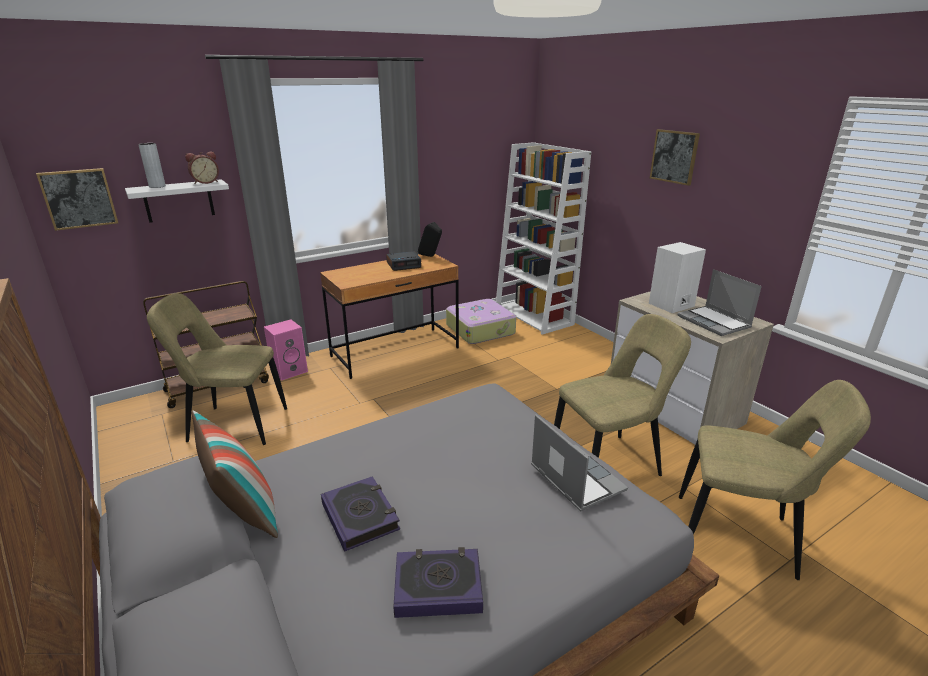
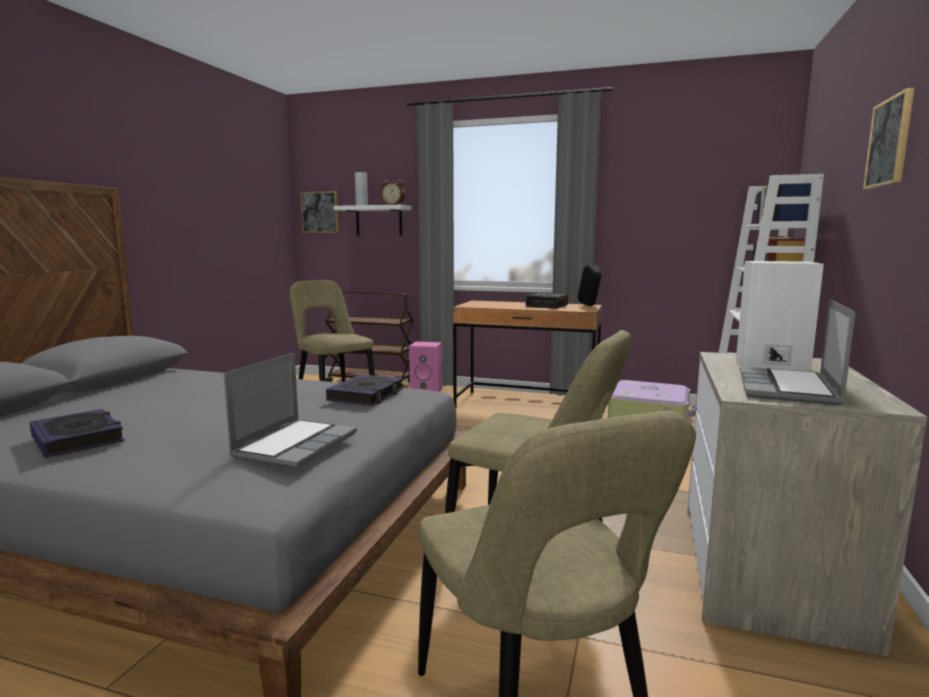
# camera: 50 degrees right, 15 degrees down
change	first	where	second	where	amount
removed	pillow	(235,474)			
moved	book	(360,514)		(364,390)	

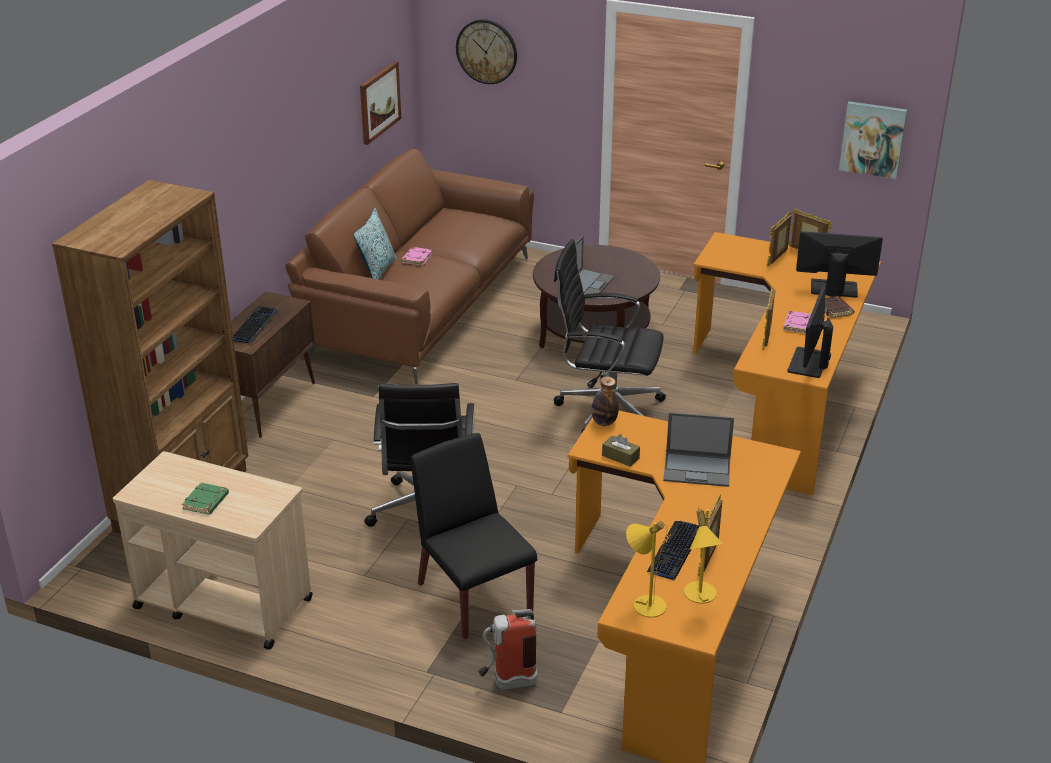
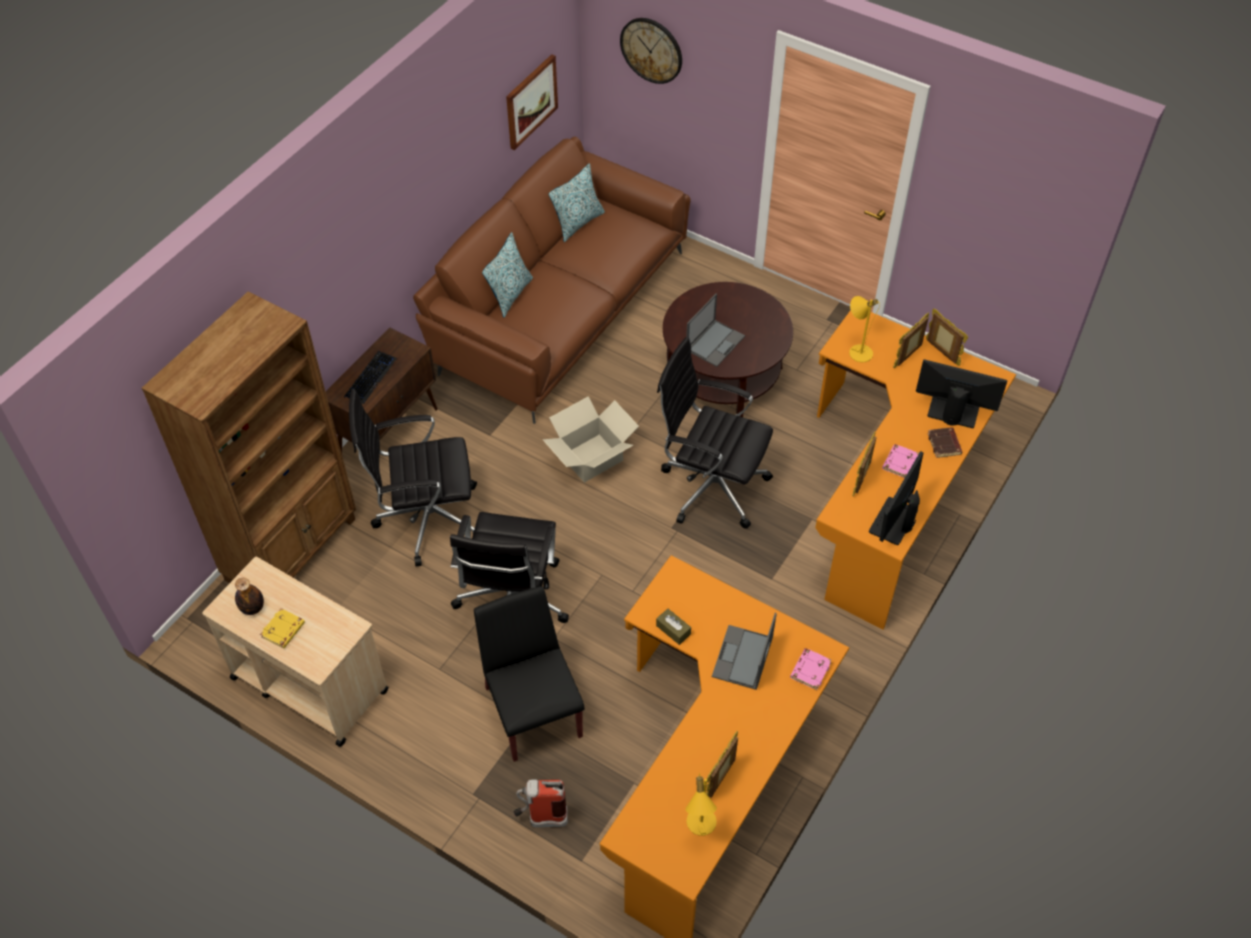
# camera: 10 degrees right, 20 degrees up
change	first	where	second	where	amount
removed	picture	(873,140)			
moved	book/pink	(417,256)		(811,669)	
moved	bottle	(605,401)		(249,596)	
turned	laptop	(698,449)		(744,651)	90 degrees clockwise
recoloured	book/green	(205,498)	book/yellow	(282,628)	
moved	table lamp/yellow	(646,569)		(864,329)	
removed	keyboard	(673,550)			
added			pillow	(577,202)	
added			office chair/black	(413,477)	
added			cardboard box	(591,439)	

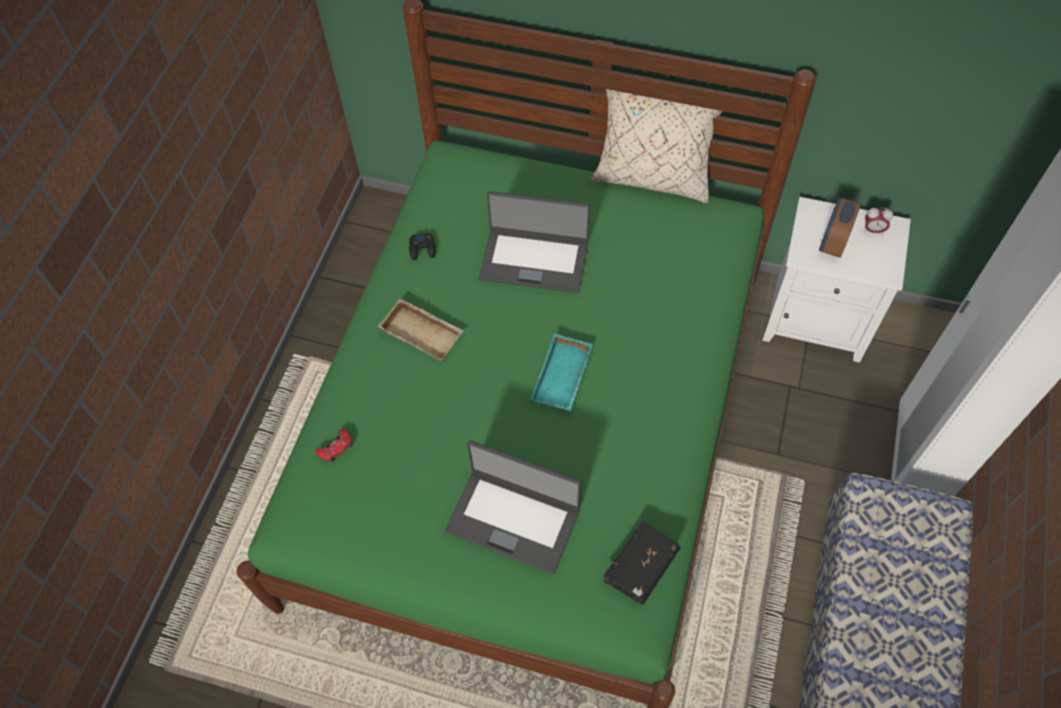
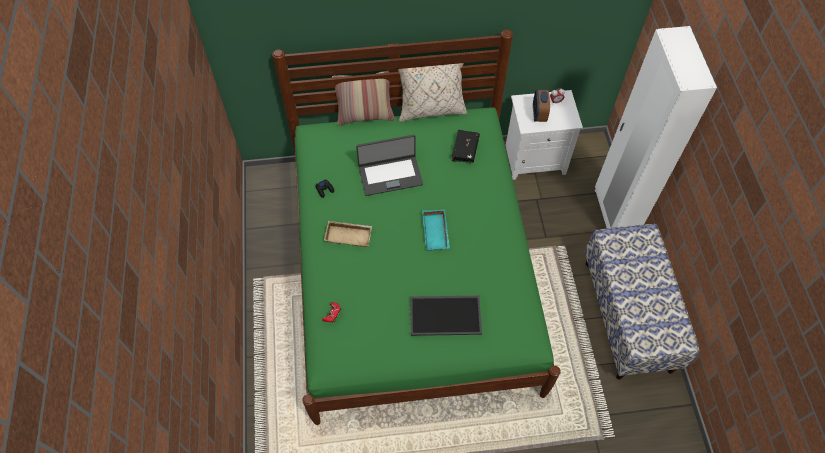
# camera: 25 degrees left, 0 degrees up
change	first	where	second	where	amount
replaced	laptop	(513,507)	tray	(446,316)	
moved	book/black	(642,562)		(466,146)	
added			pillow	(363,98)	

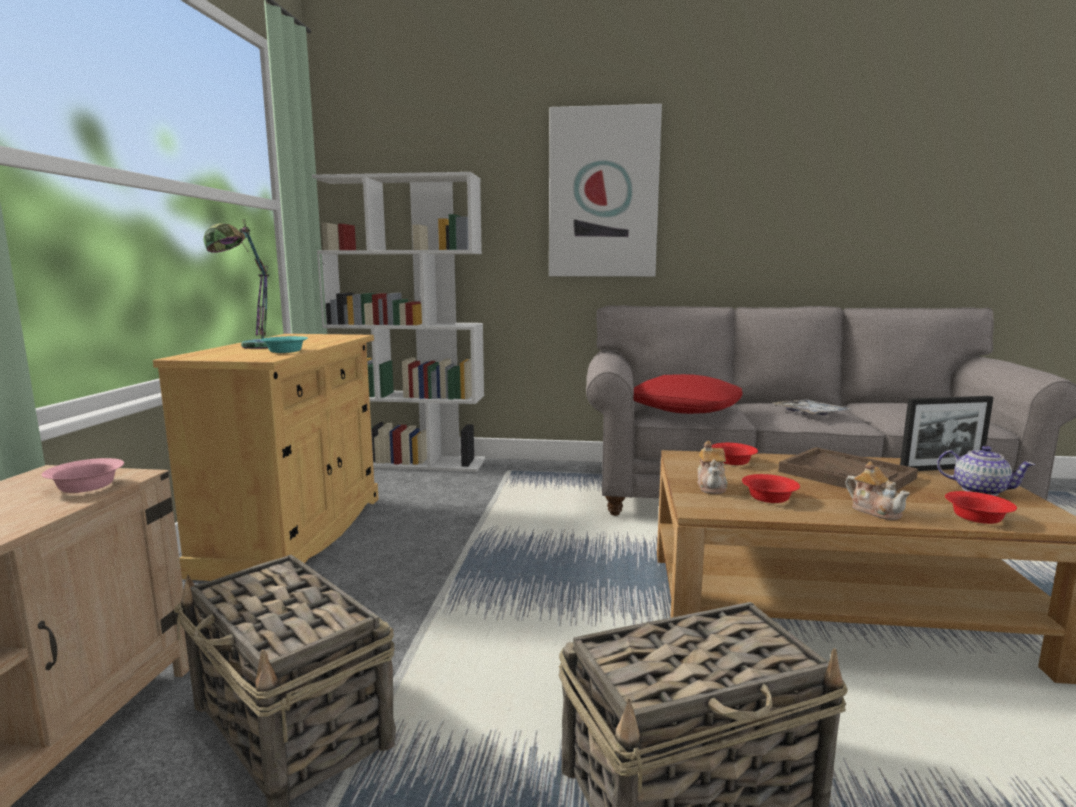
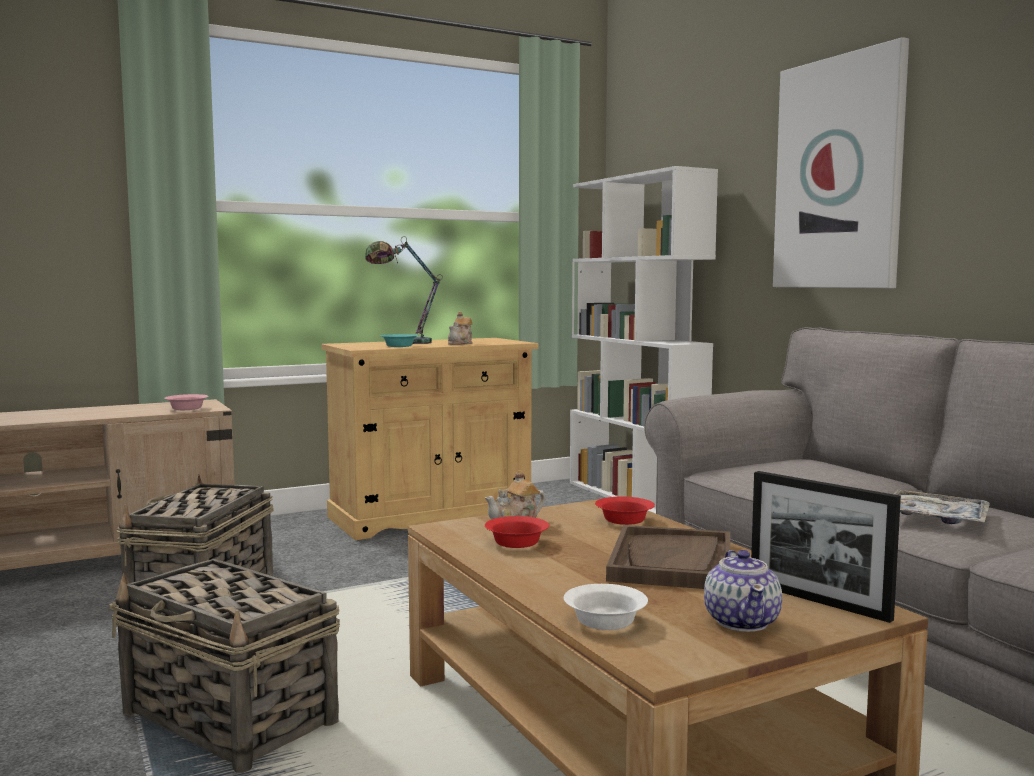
# camera: 55 degrees right, 5 degrees down
change	first	where	second	where	amount
removed	pillow/red	(688,394)			
moved	teapot	(877,490)		(460,328)	
recoloured	bowl/red	(981,507)	bowl/white	(606,607)	

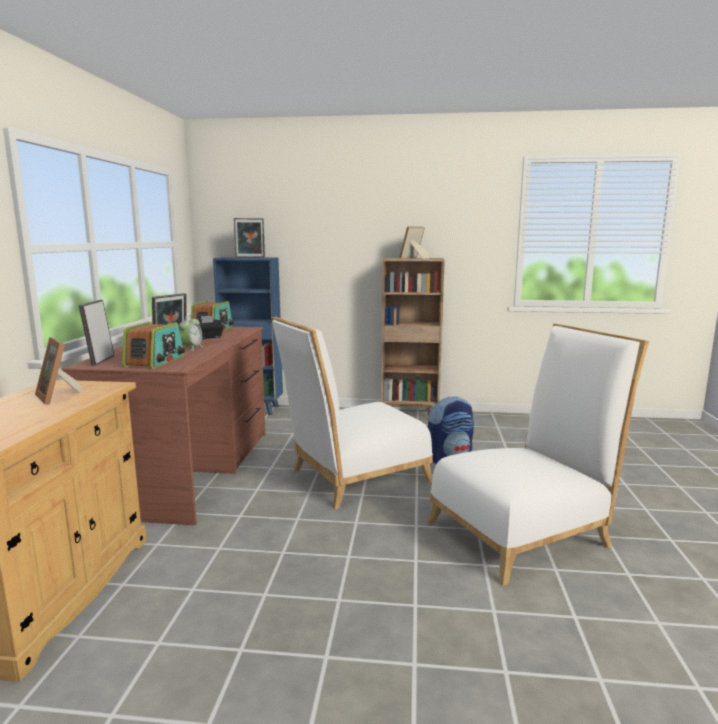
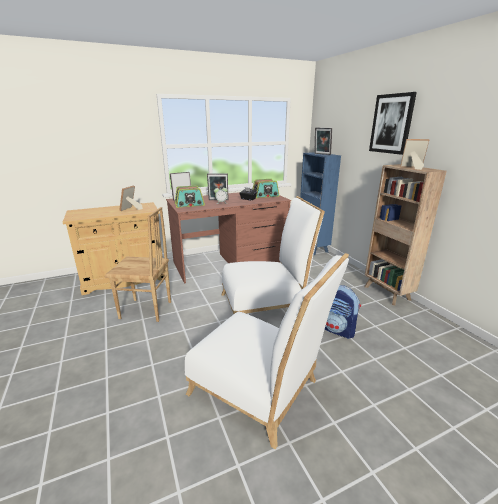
# camera: 60 degrees right, 10 degrees up
change	first	where	second	where	amount
turned	chair/white	(352,412)		(273,255)	135 degrees clockwise
added			picture	(393,123)	
added			chair/brown	(138,264)	

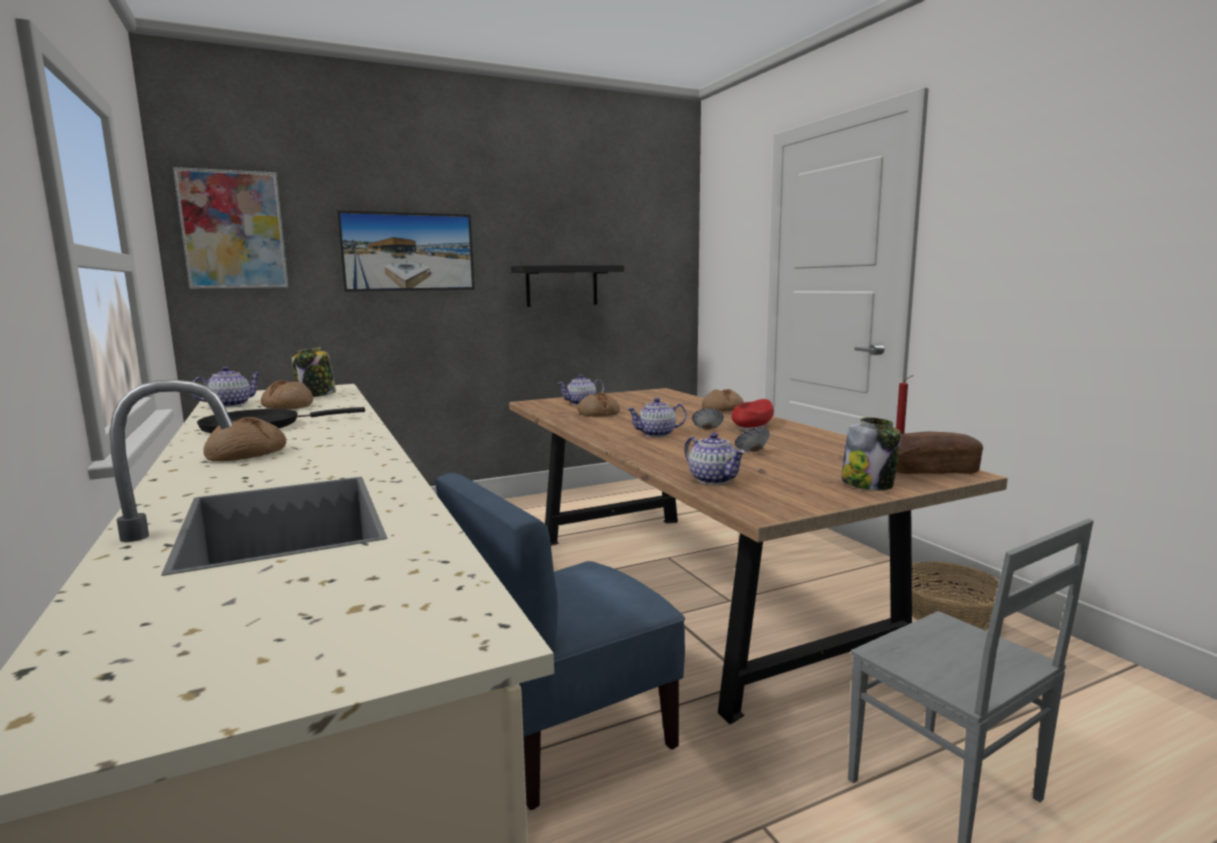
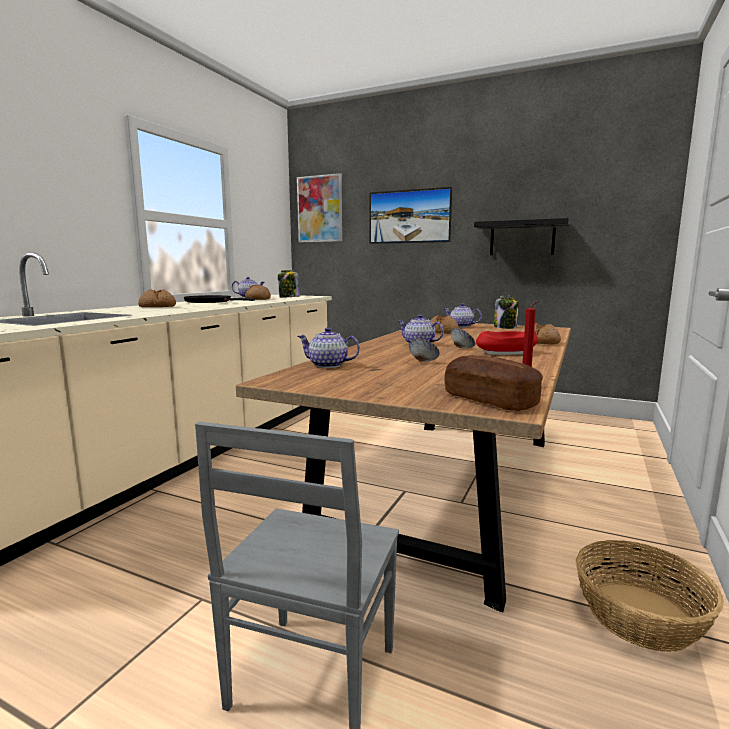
# camera: 50 degrees right, 0 degrees up
change	first	where	second	where	amount
moved	jar	(871,453)		(506,312)	
turned	teapot	(715,459)		(328,347)	90 degrees clockwise
removed	chair/blue	(560,641)			

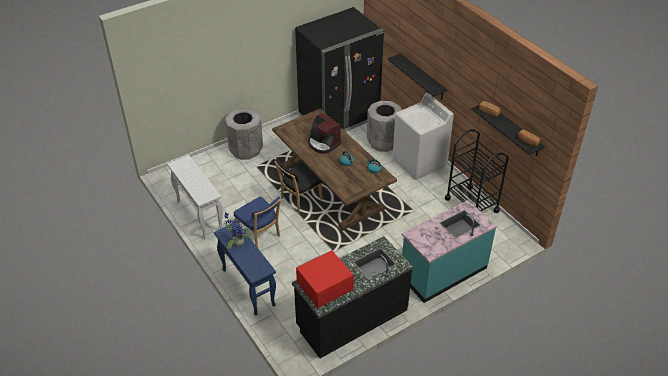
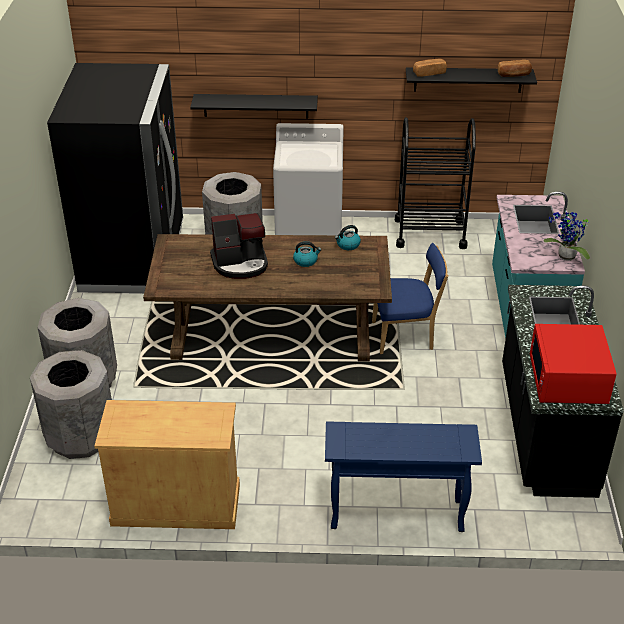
# camera: 55 degrees left, 5 degrees down
change	first	where	second	where	amount
replaced	console table/white	(195,197)	cabinet/beige	(167,464)	
removed	chair/black	(298,186)			
moved	chair/blue	(257,222)		(410,298)	
moved	potted plant	(237,230)		(567,236)	
added			trash can/grey	(71,404)	

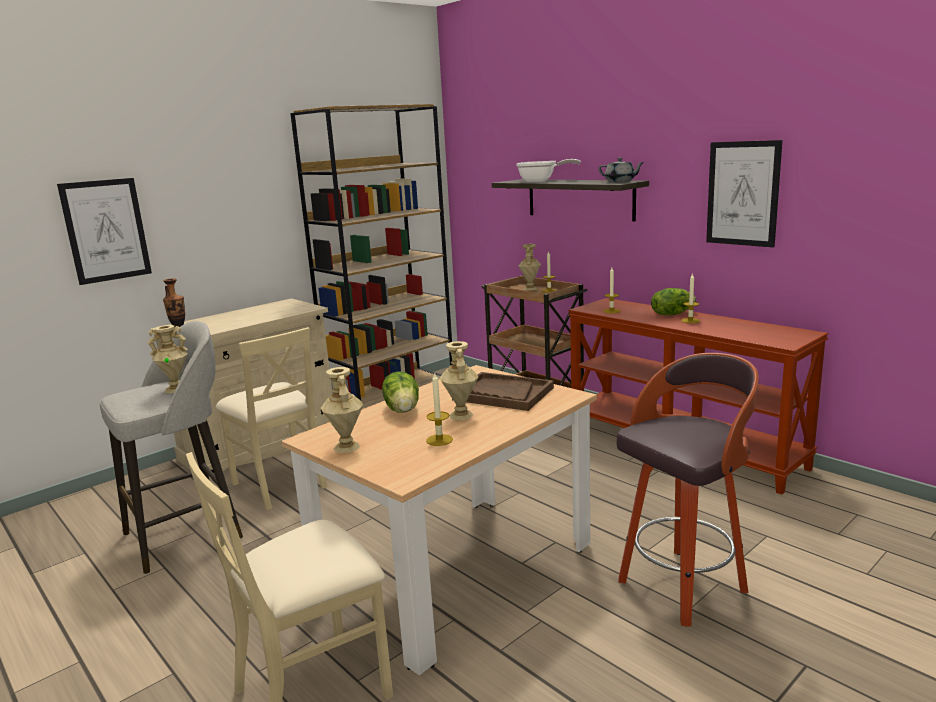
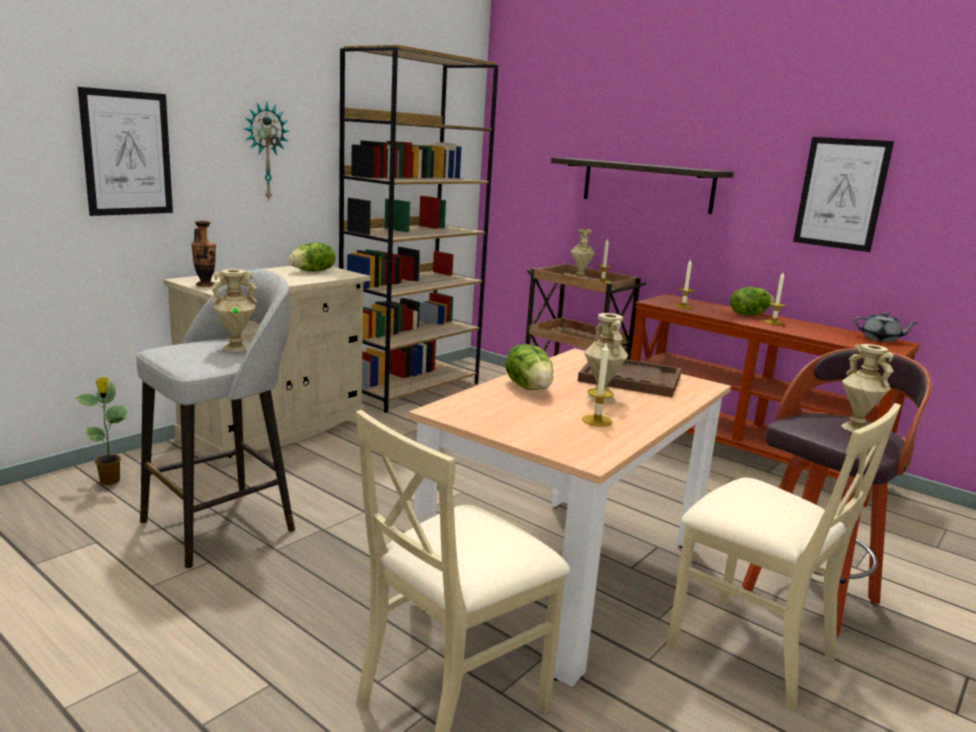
# camera: 10 degrees left, 0 degrees up
change	first	where	second	where	amount
moved	teapot/grey	(621,170)		(886,327)	
removed	frying pan	(548,170)			
moved	chair/beige	(271,418)		(784,556)	
moved	vase/beige	(342,410)		(867,388)	
added			wall clock	(266,151)	
added			lettuce	(312,257)	
added			potted plant	(101,431)	

